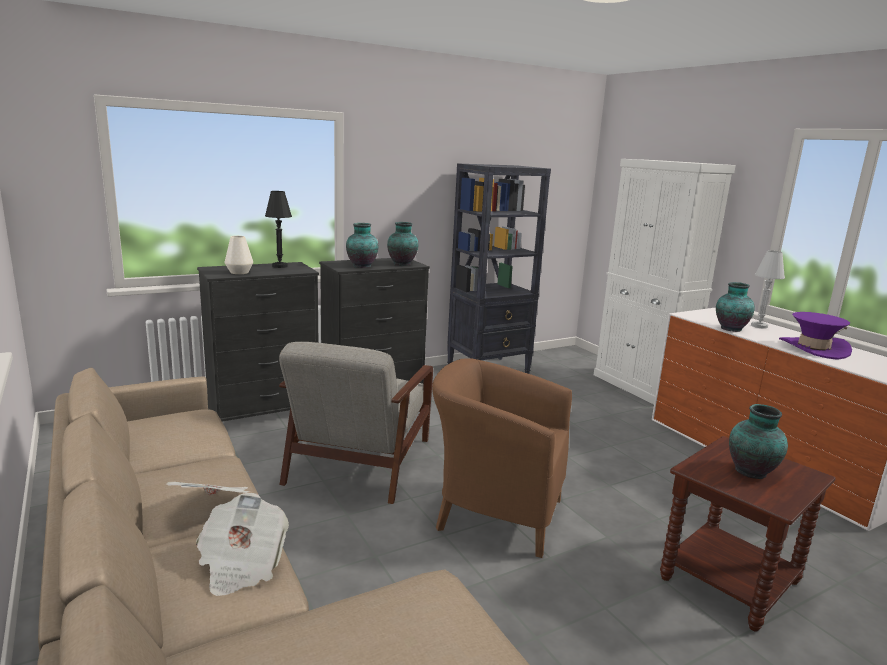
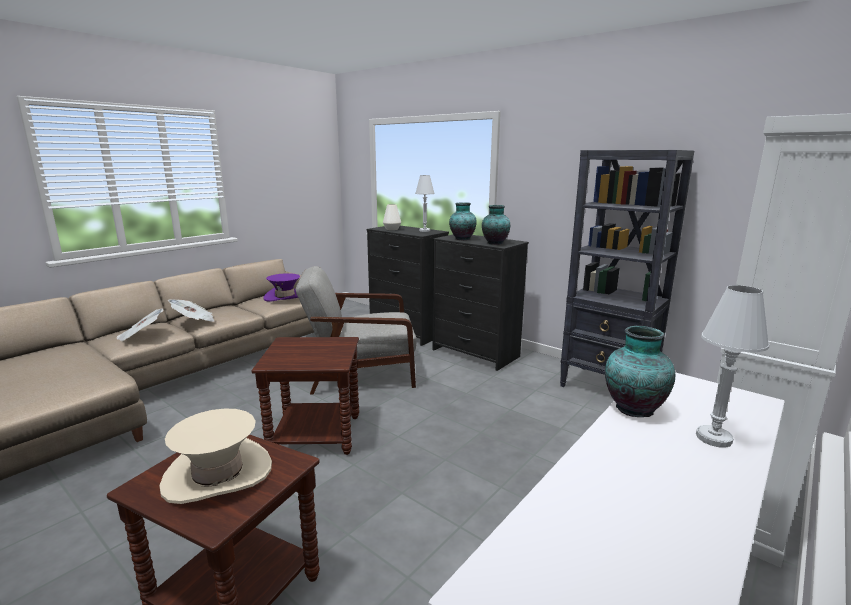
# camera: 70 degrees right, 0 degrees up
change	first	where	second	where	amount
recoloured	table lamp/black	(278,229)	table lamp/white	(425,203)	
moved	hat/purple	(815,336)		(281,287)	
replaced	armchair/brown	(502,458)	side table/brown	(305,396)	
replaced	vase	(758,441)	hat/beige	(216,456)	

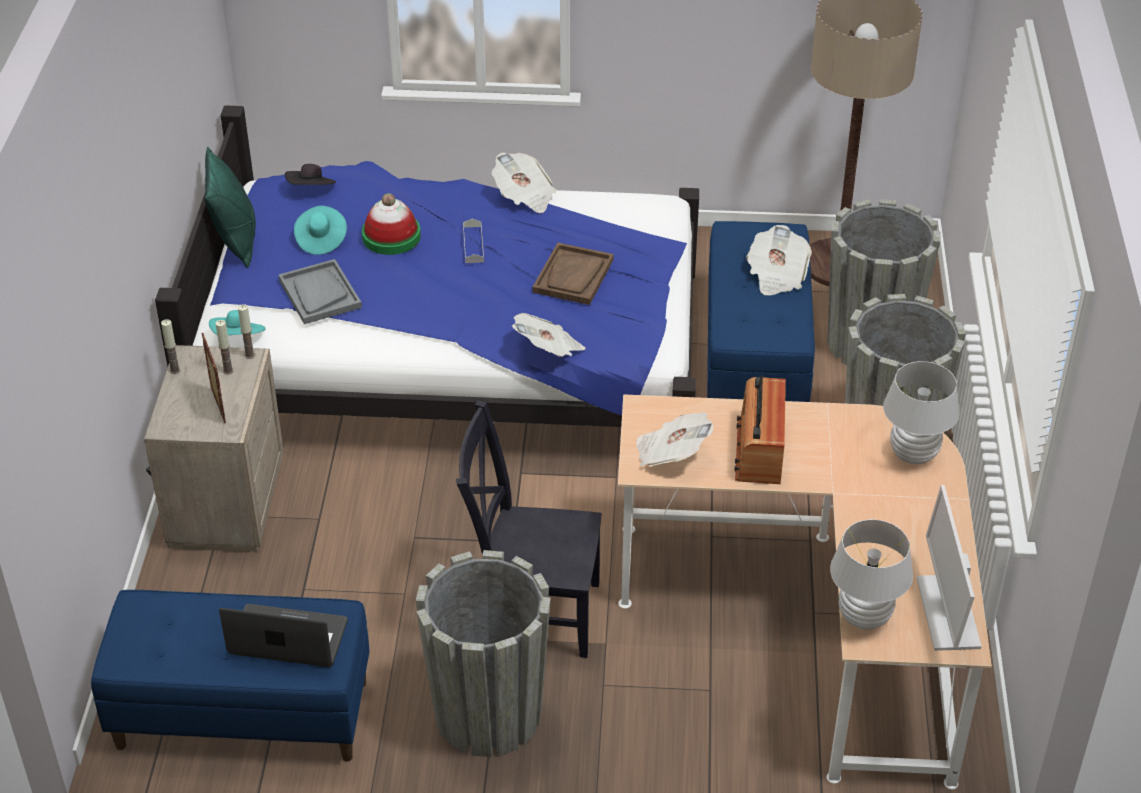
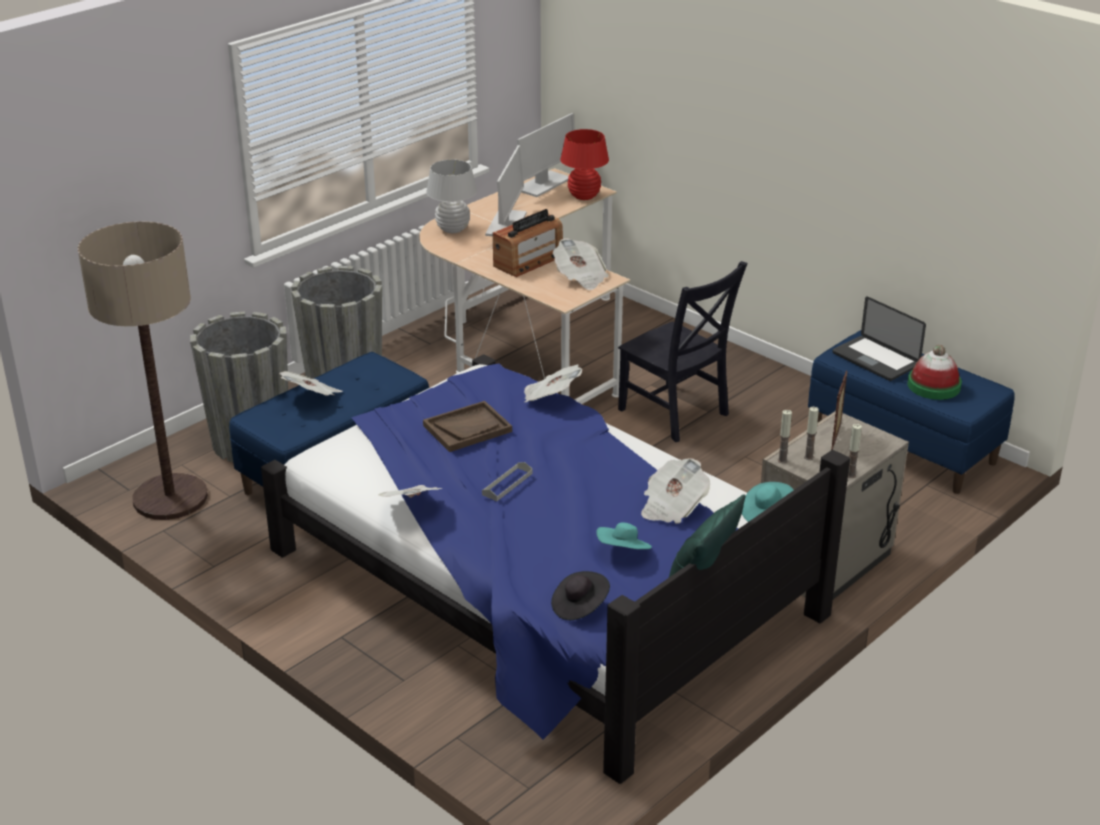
# camera: 140 degrees left, 10 degrees down
change	first	where	second	where	amount
moved	hat	(391,224)		(935,372)	
replaced	tray/grey	(320,291)	newspaper	(675,491)	
recoloured	table lamp/white	(871,574)	table lamp/red	(584,164)	
removed	planter/grey	(483,653)			
added			monitor	(506,190)	

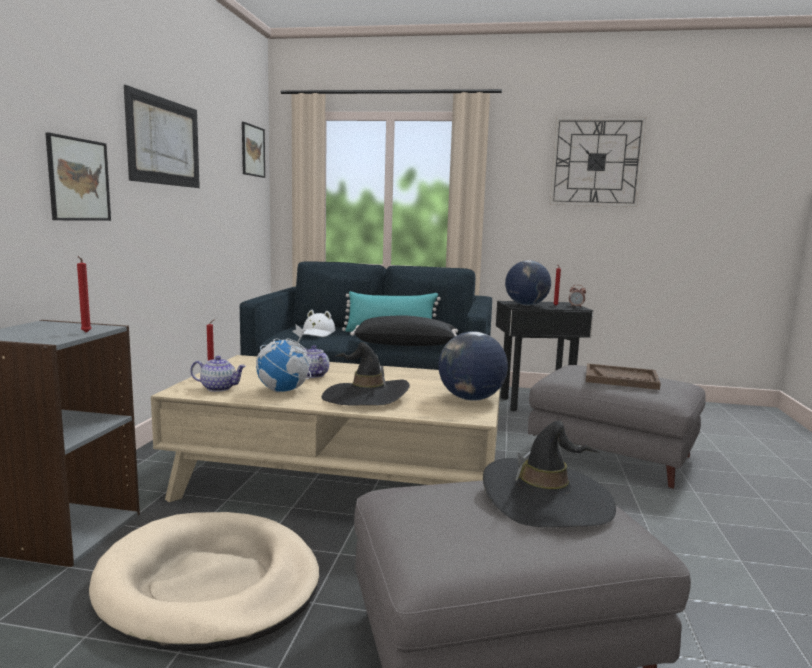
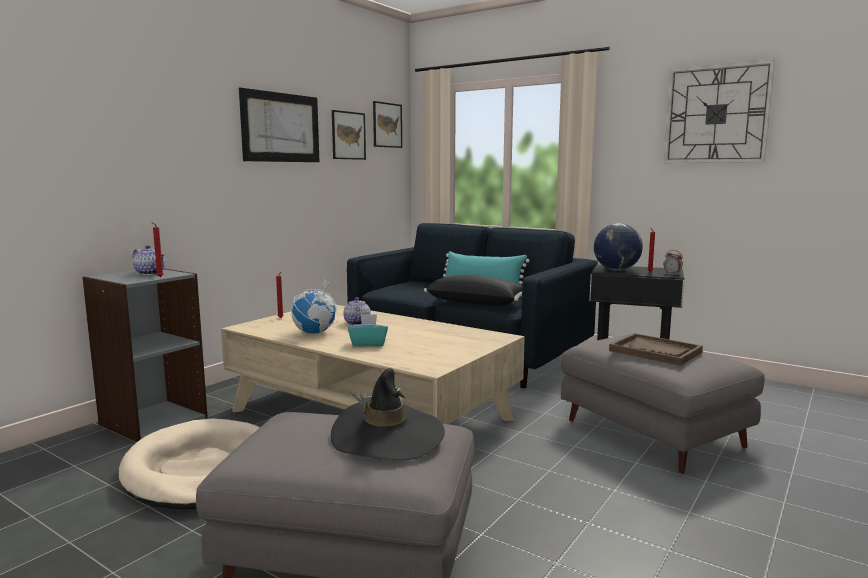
# camera: 25 degrees right, 0 degrees up
change	first	where	second	where	amount
moved	picture	(78,176)		(349,135)	
removed	hat/white	(319,323)			
removed	globe	(473,366)			
replaced	hat/black	(365,374)	tissue box/turquoise	(368,330)	
moved	teapot	(218,374)		(149,260)	

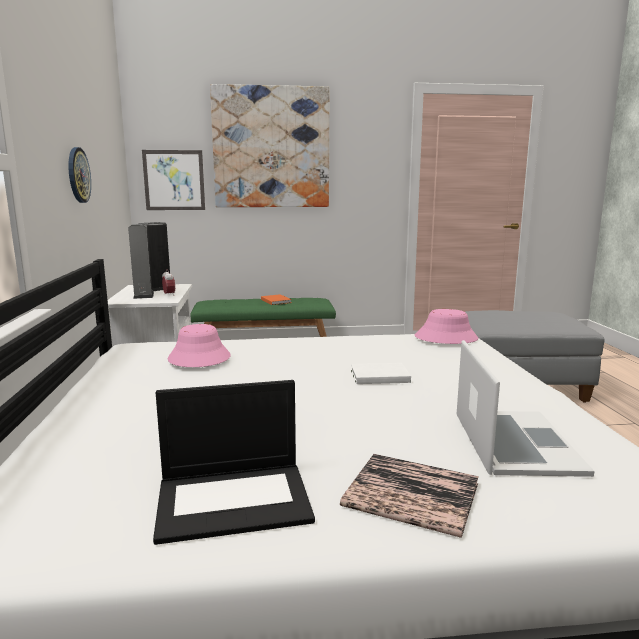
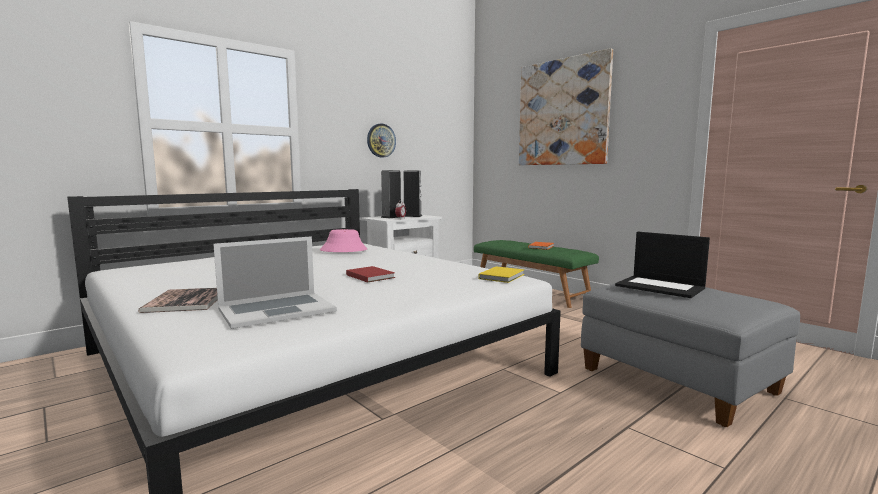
# camera: 55 degrees right, 5 degrees down
change	first	where	second	where	amount
removed	picture	(173,180)			
replaced	hat/pink	(446,326)	book/yellow	(501,274)	
recoloured	book/white	(381,373)	book/red	(370,274)	
moved	laptop	(234,462)		(662,265)	

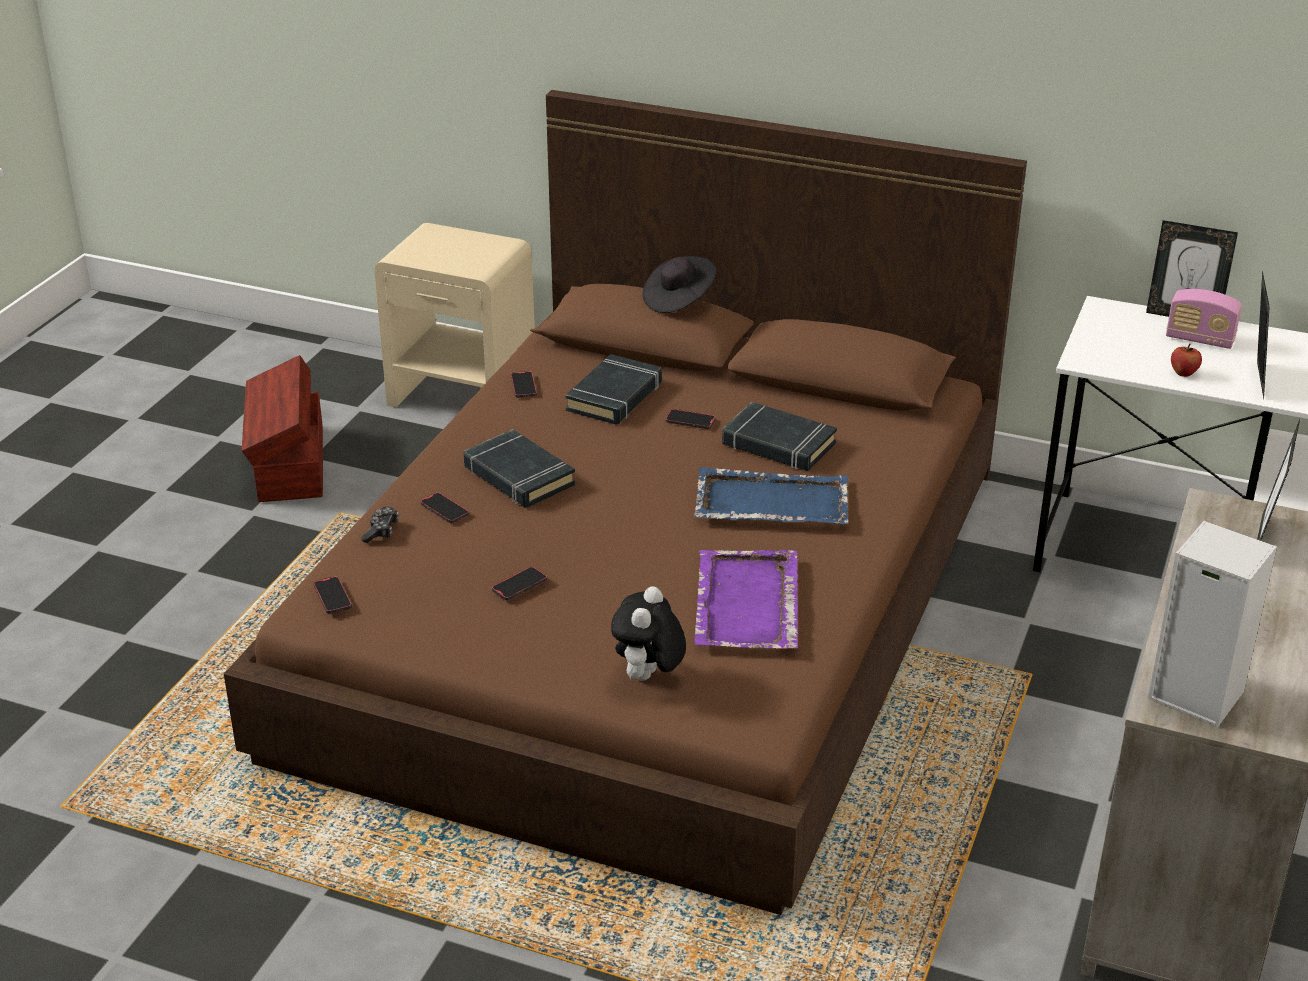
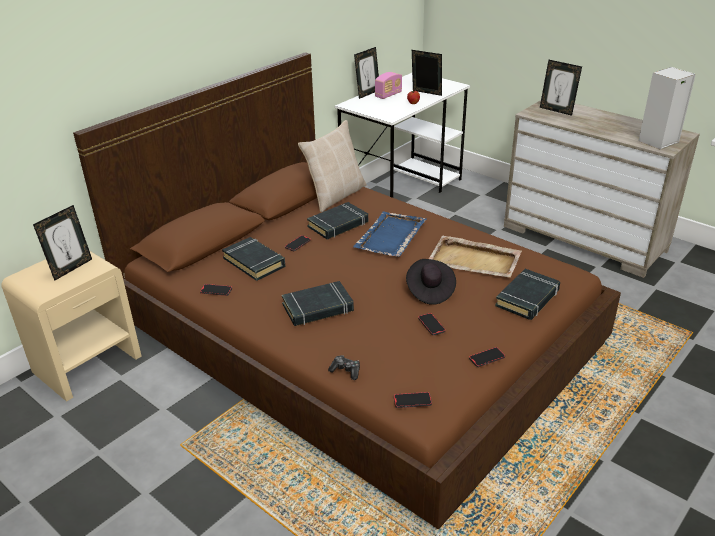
# camera: 70 degrees left, 0 degrees up
change	first	where	second	where	amount
moved	hat/black	(679,284)		(431,282)	
removed	storage box/brown	(282,428)			
moved	phone	(444,507)		(487,357)	
recoloured	tray/purple	(746,599)	tray/beige	(475,257)	
replaced	plush toy	(648,633)	book/black	(527,294)	
added			pillow/beige	(332,166)	
added			picture frame	(62,243)	

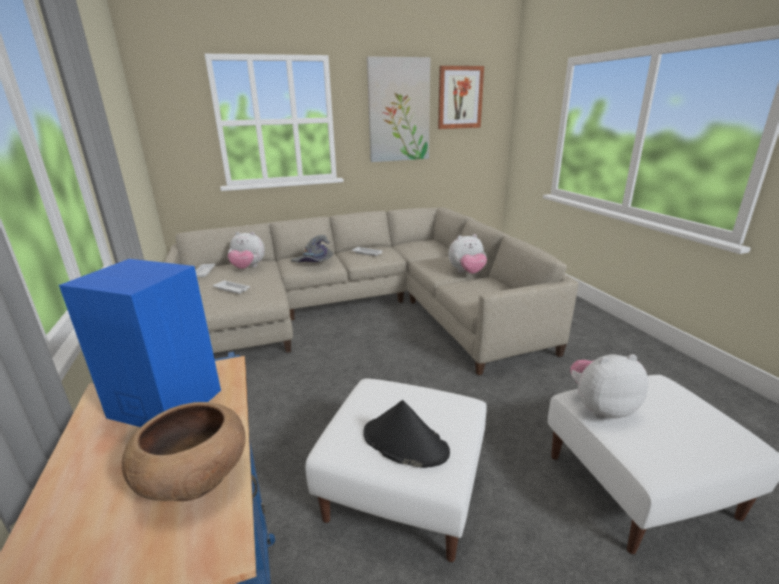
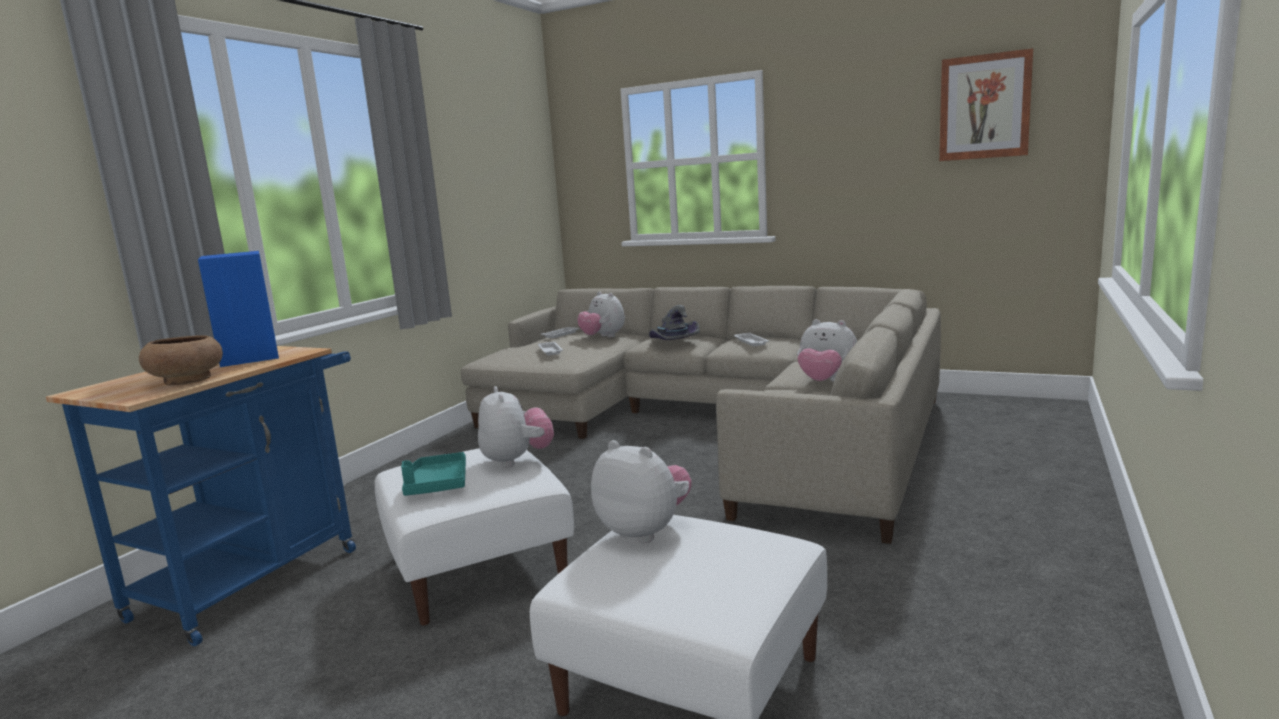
# camera: 45 degrees right, 10 degrees down
change	first	where	second	where	amount
removed	picture	(399,109)			
replaced	hat/black	(407,434)	tray/turquoise	(433,474)	
added			plush toy	(516,427)	

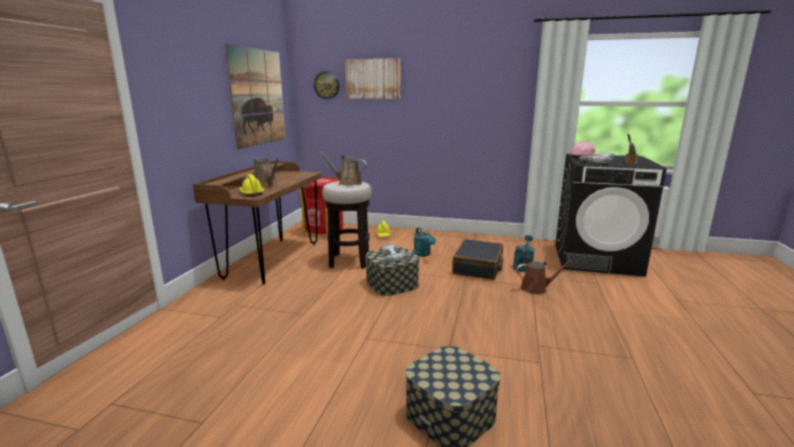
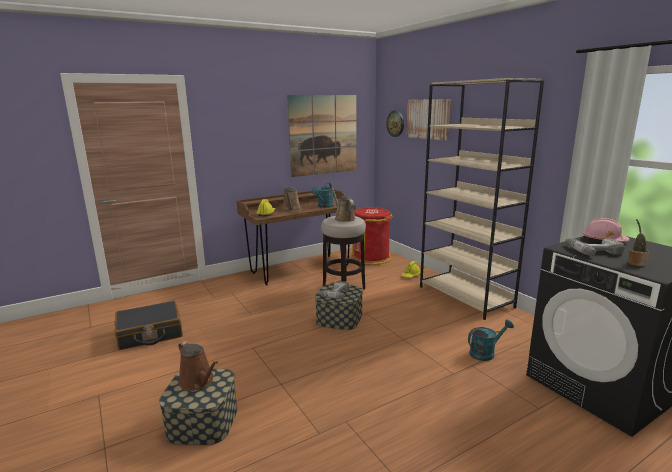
# camera: 45 degrees right, 0 degrees up
change	first	where	second	where	amount
moved	watering can/turquoise	(425,242)		(323,195)	
moved	suitcase/black	(477,259)		(149,325)	
moved	watering can/brown	(545,277)		(198,366)	
added			bookcase/beige	(482,199)	

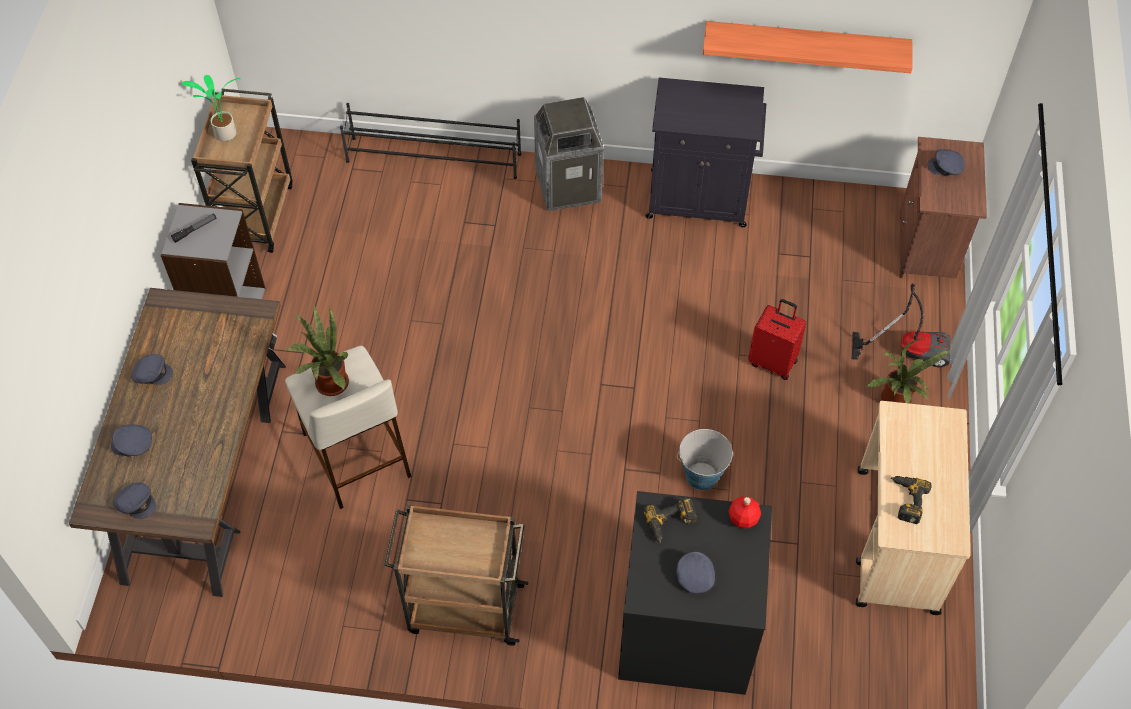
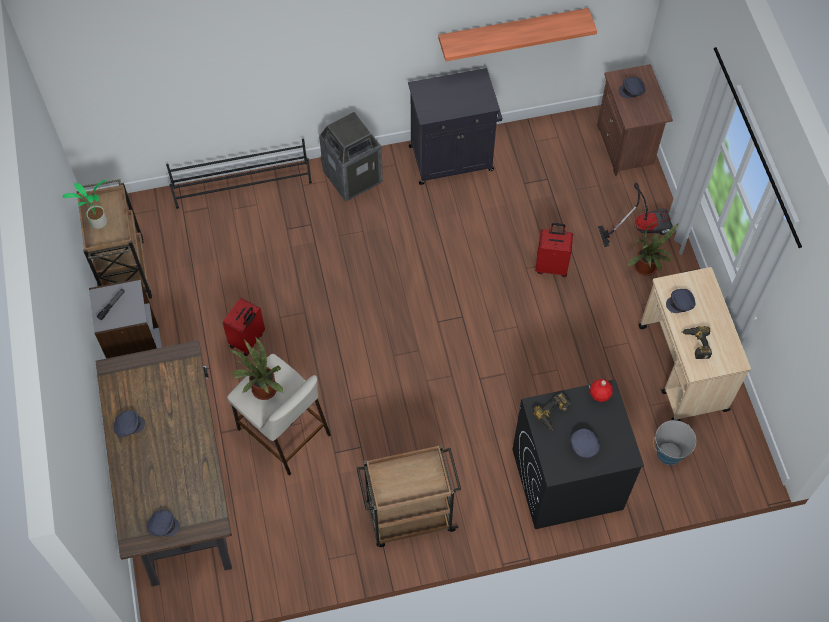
# camera: 20 degrees left, 5 degrees up
change	first	where	second	where	amount
moved	cap/grey	(131,441)		(680,301)	
moved	bucket	(705,459)		(674,442)	
added			suitcase/red	(244,327)	

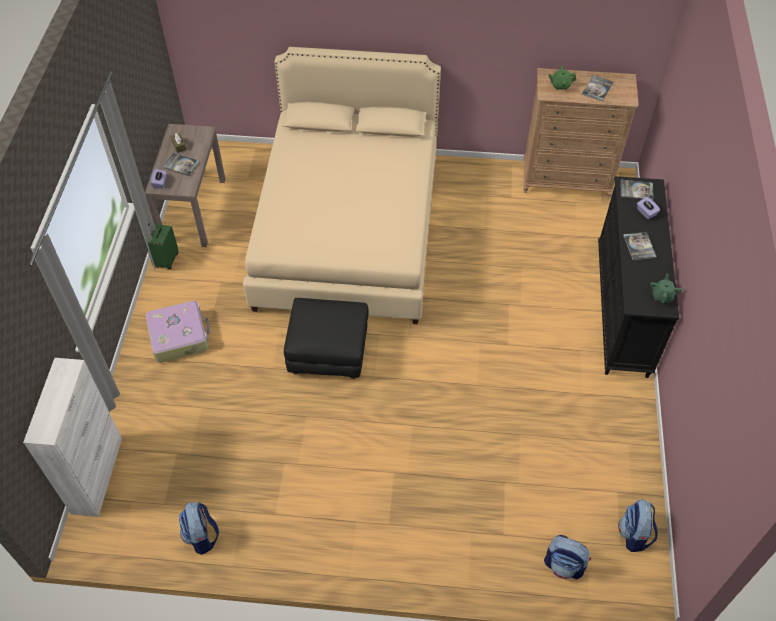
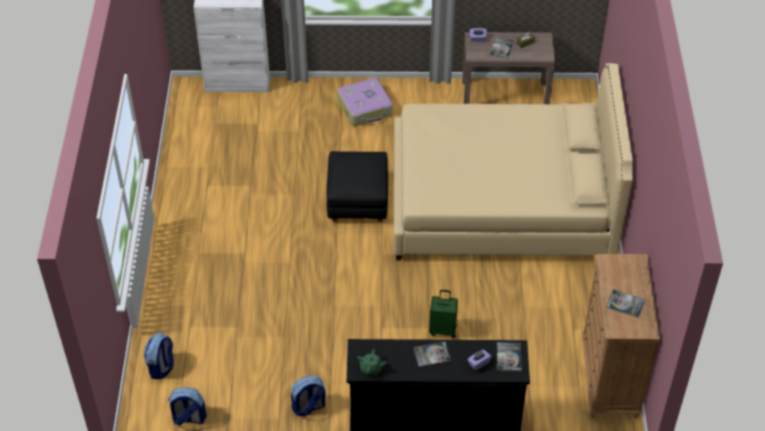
# camera: 85 degrees right, 5 degrees down
change	first	where	second	where	amount
removed	teapot/green	(562,78)			
moved	suitcase/green	(161,246)		(443,314)	
moved	backpack	(199,528)		(308,396)	

